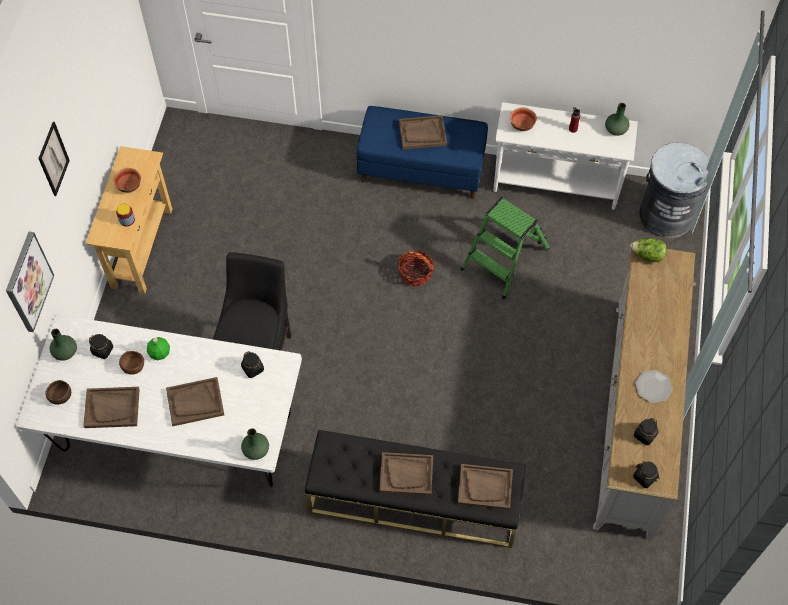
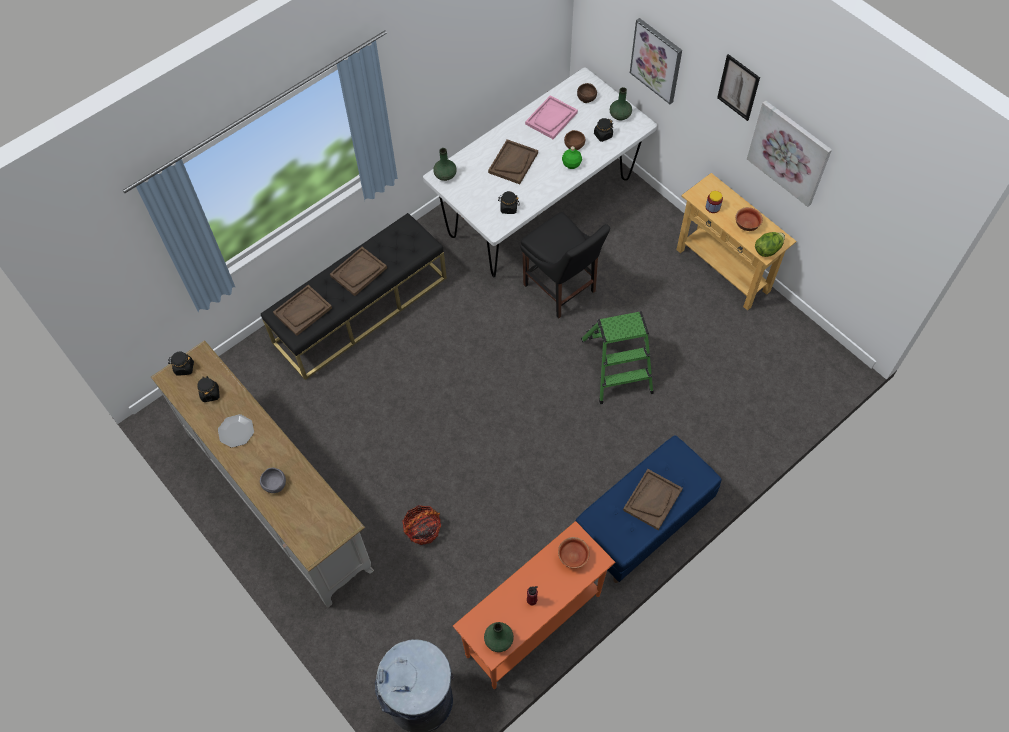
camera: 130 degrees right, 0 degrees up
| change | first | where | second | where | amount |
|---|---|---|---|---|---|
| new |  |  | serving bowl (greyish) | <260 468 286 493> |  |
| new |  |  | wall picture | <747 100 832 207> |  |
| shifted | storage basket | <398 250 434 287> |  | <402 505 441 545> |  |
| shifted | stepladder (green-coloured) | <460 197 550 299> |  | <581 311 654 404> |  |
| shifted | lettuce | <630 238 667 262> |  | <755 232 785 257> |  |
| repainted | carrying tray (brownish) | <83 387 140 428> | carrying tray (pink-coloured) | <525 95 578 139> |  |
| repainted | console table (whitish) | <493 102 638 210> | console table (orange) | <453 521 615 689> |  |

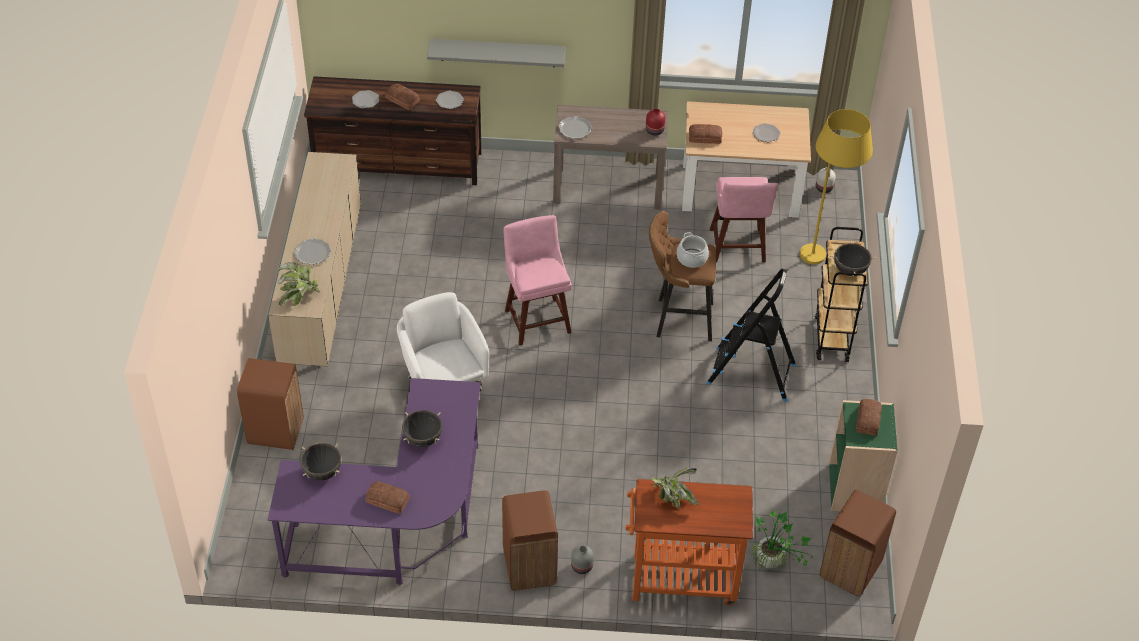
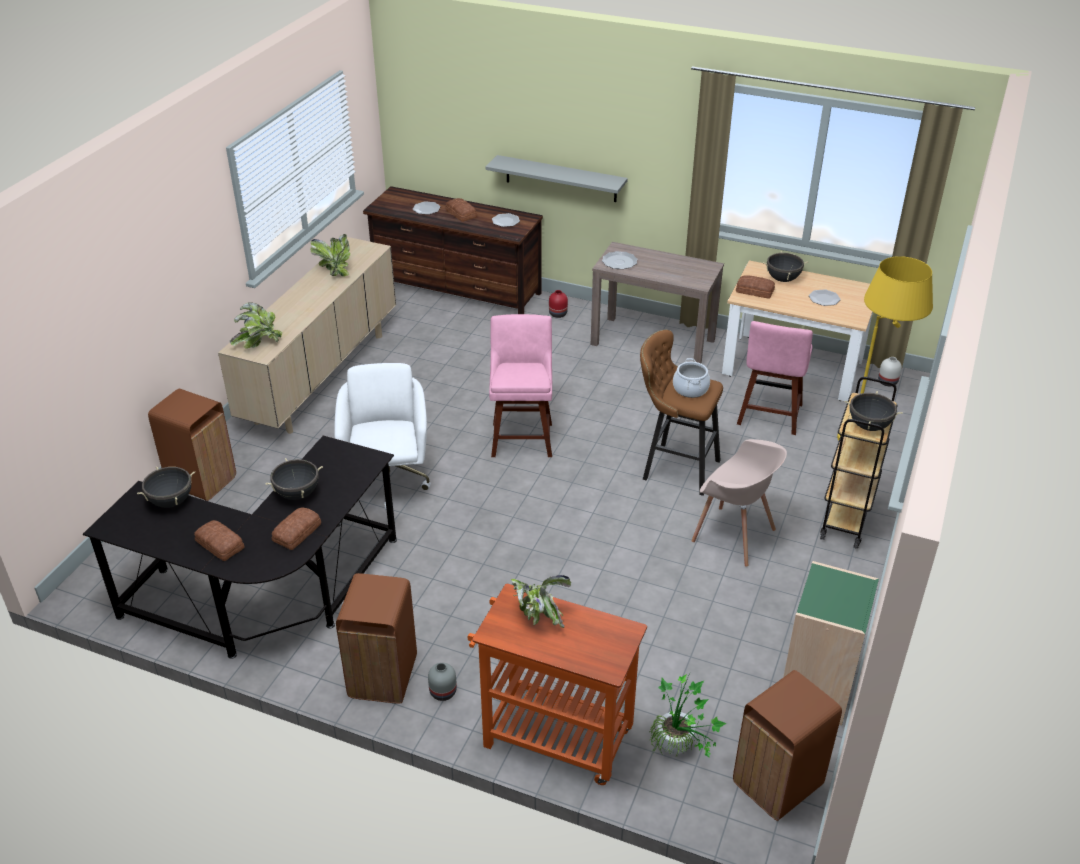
camera: 20 degrees right, 10 degrees down
| change | first | where | second | where | amount |
|---|---|---|---|---|---|
| gone | dinner plate | <294 238 331 265> |  |  |  |
| new |  |  | potted plant | <310 234 350 276> |  |
| new |  |  | saucepot (black-coloured) | <763 251 808 282> |  |
| shifted | vase (reddish) | <646 108 665 136> |  | <549 290 568 318> |  |
| shifted | baked bread | <856 399 882 436> |  | <272 507 321 550> |  |
| swapped | stepladder (black-coloured) | <706 268 796 402> | plain chair (beige-coloured) | <691 439 787 567> |  |
| repainted | desk unit (purple-coloured) | <268 378 481 585> | desk unit (black-coloured) | <83 436 397 659> |  |

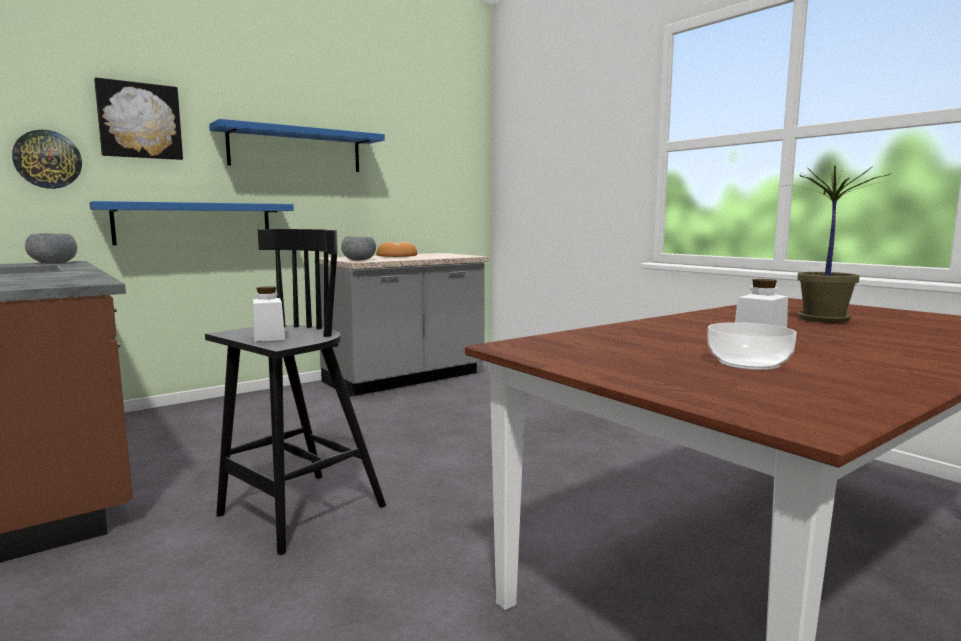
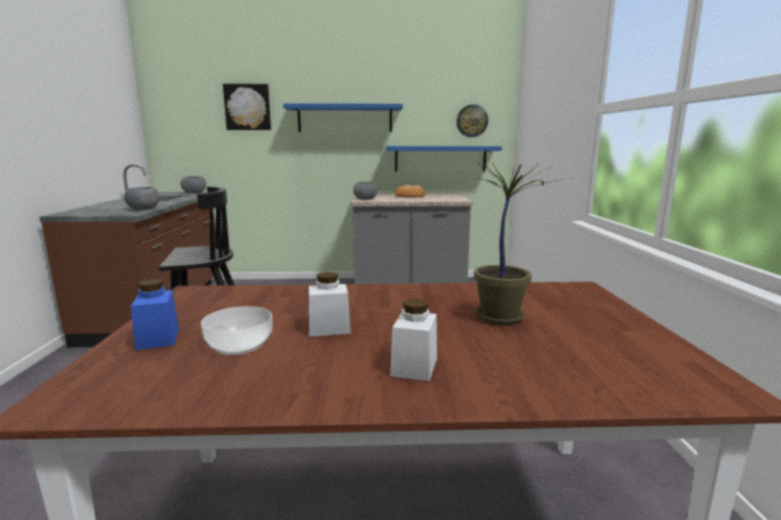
camera: 35 degrees right, 5 degrees up
| change | first | where | second | where | amount |
|---|---|---|---|---|---|
| new |  |  | serving bowl (greyish) | <124 187 160 210> |  |
| new |  |  | jar (bluish) | <131 279 179 350> |  |
| shifted | hanging clock | <12 130 82 189> |  | <456 104 488 137> |  |
| shifted | wall shelf (bluish) | <89 201 294 245> |  | <386 146 502 171> |  |
| shifted | jar (whitish) | <253 286 285 342> |  | <390 299 437 381> |  |

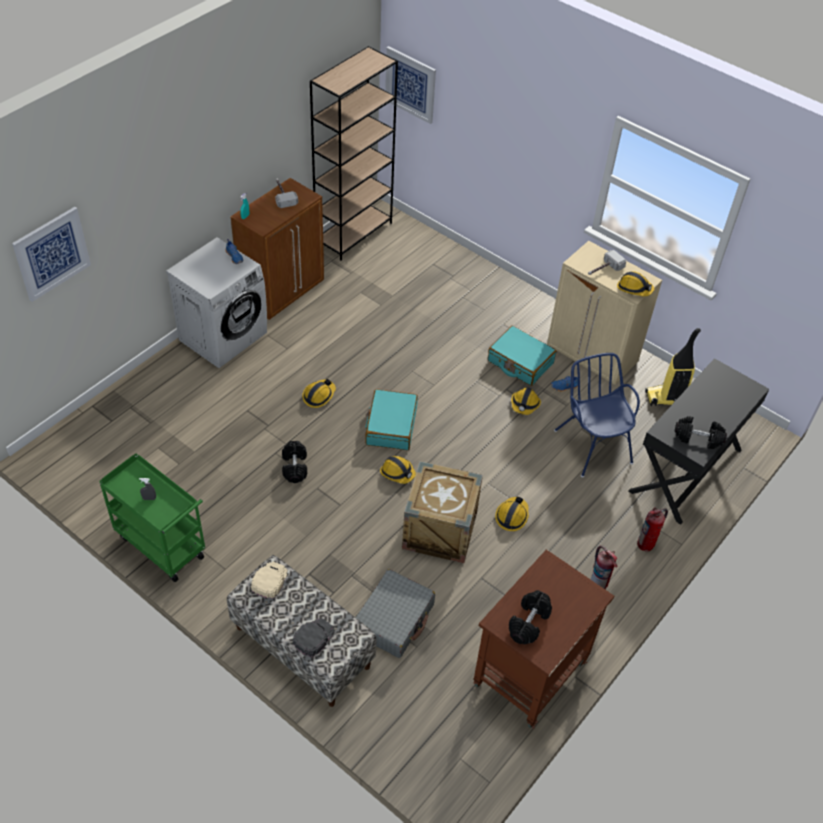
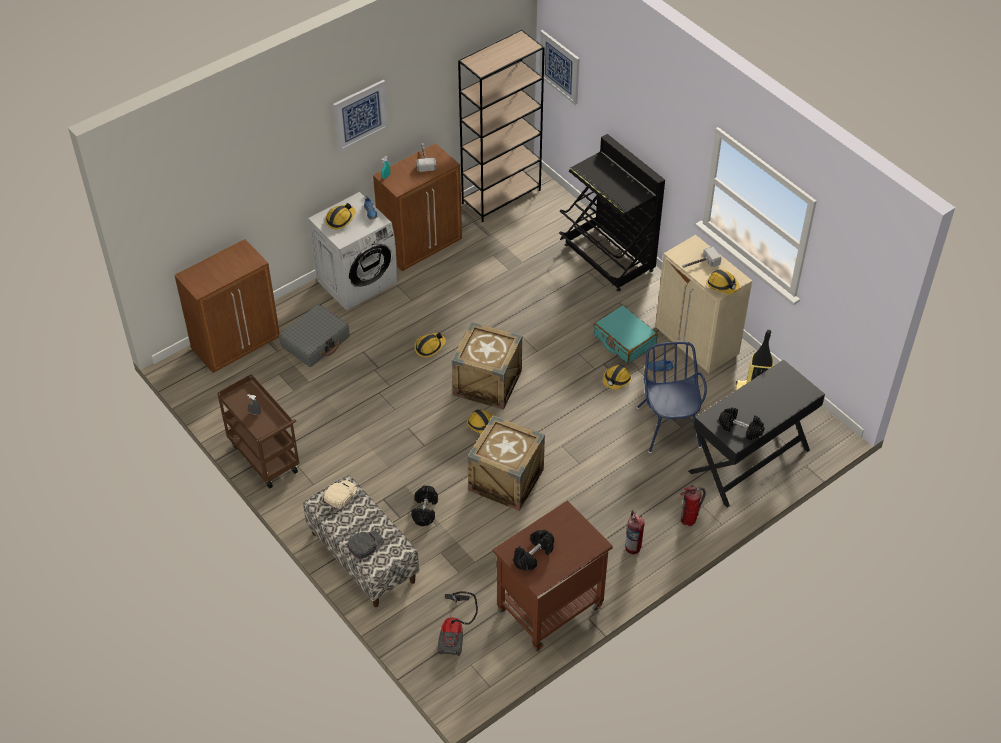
camera: 15 degrees right, 0 degrees up
| change | first | where | second | where | amount |
|---|---|---|---|---|---|
| new |  |  | cabinet (brownish) | <174 239 280 373> |  |
| new |  |  | vacuum cleaner | <437 591 478 656> |  |
| new |  |  | shoe rack (black-coloured) | <559 134 665 291> |  |
| shifted | wall picture | <12 207 91 302> |  | <333 80 389 152> |  |
| shifted | free weight (black-coloured) | <282 441 307 483> |  | <411 485 438 526> |  |
| shifted | piece of luggage (greyish) | <356 569 435 658> |  | <279 304 349 367> |  |
| shifted | work helmet | <495 497 529 531> |  | <325 203 356 229> |  |
| swapped | piece of luggage (turquoise-coloured) | <365 389 418 450> | packing crate | <452 322 522 410> |  |
| repainted | cart (green-coloured) | <99 454 205 582> | cart (brownish) | <217 374 299 488> |  |

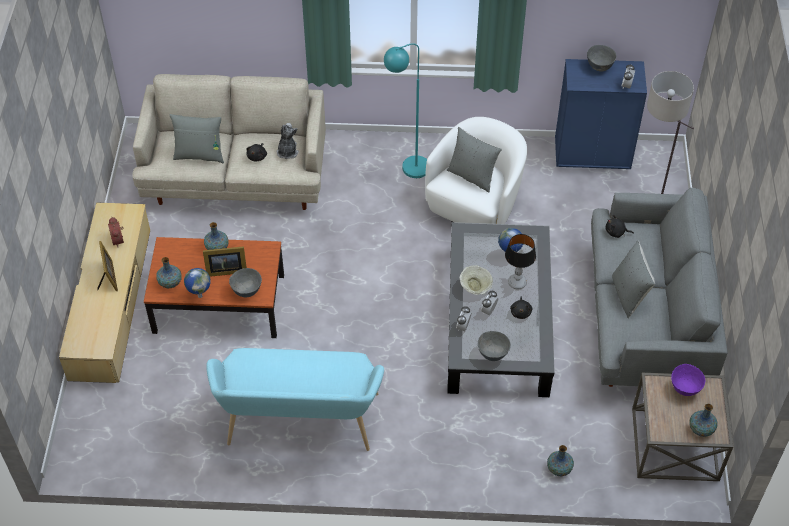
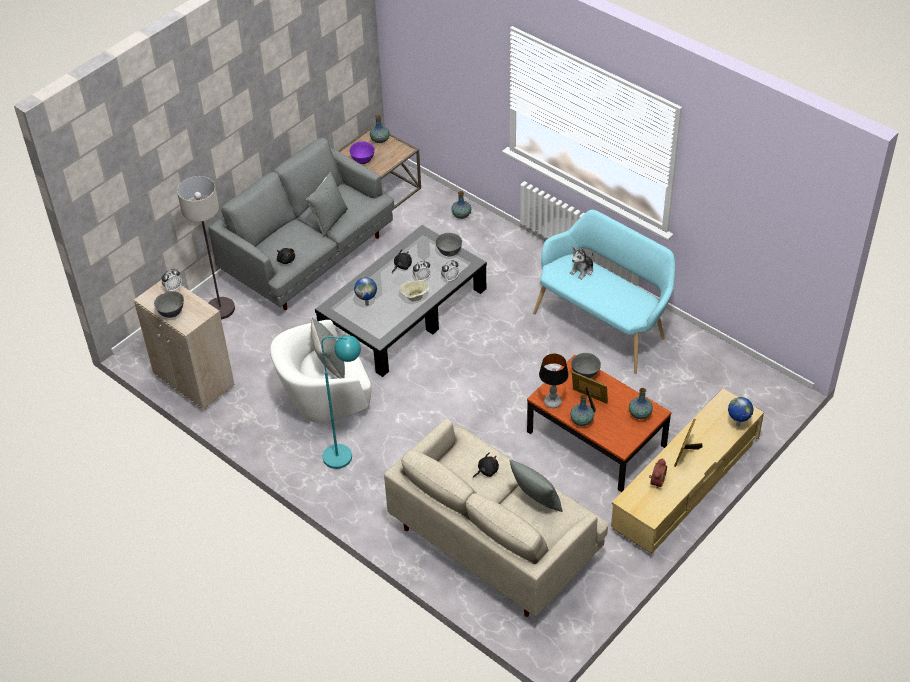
camera: 140 degrees left, 5 degrees down
| change | first | where | second | where | amount |
|---|---|---|---|---|---|
| shifted | globe | <184 268 211 298> |  | <728 397 754 426> |  |
| shifted | cuddly toy | <277 123 299 159> |  | <570 247 593 280> |  |
| shifted | tabletop lamp | <505 234 536 289> |  | <539 354 569 408> |  |
| repainted | cabinet (bluish) | <555 59 647 169> | cabinet (beige-coloured) | <134 280 235 410> |  |

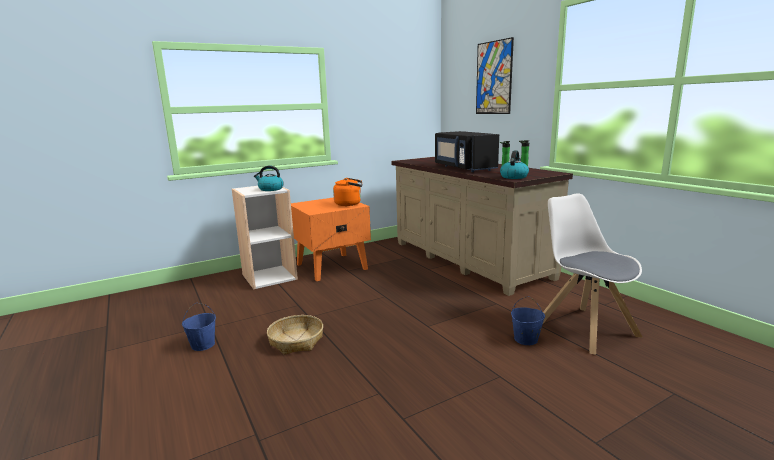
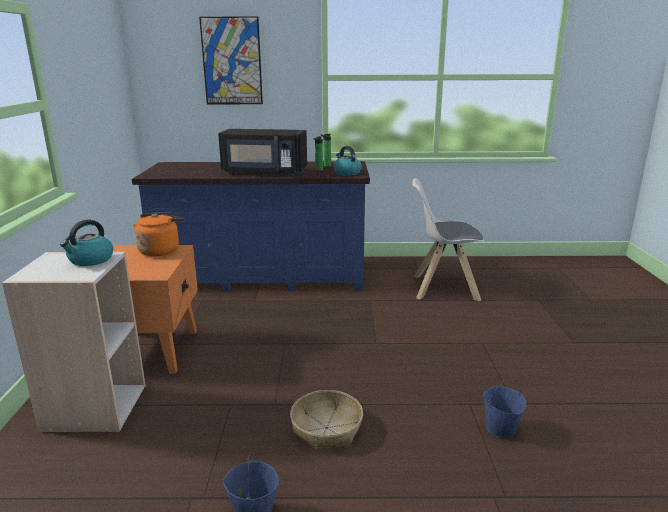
camera: 60 degrees left, 5 degrees up
| change | first | where | second | where | amount |
|---|---|---|---|---|---|
| shifted | bucket (bluish) | <511 296 545 345> |  | <483 377 527 439> |  |
| repainted | cabinet (beige-coloured) | <391 157 573 296> | cabinet (bluish) | <132 161 370 291> |  |

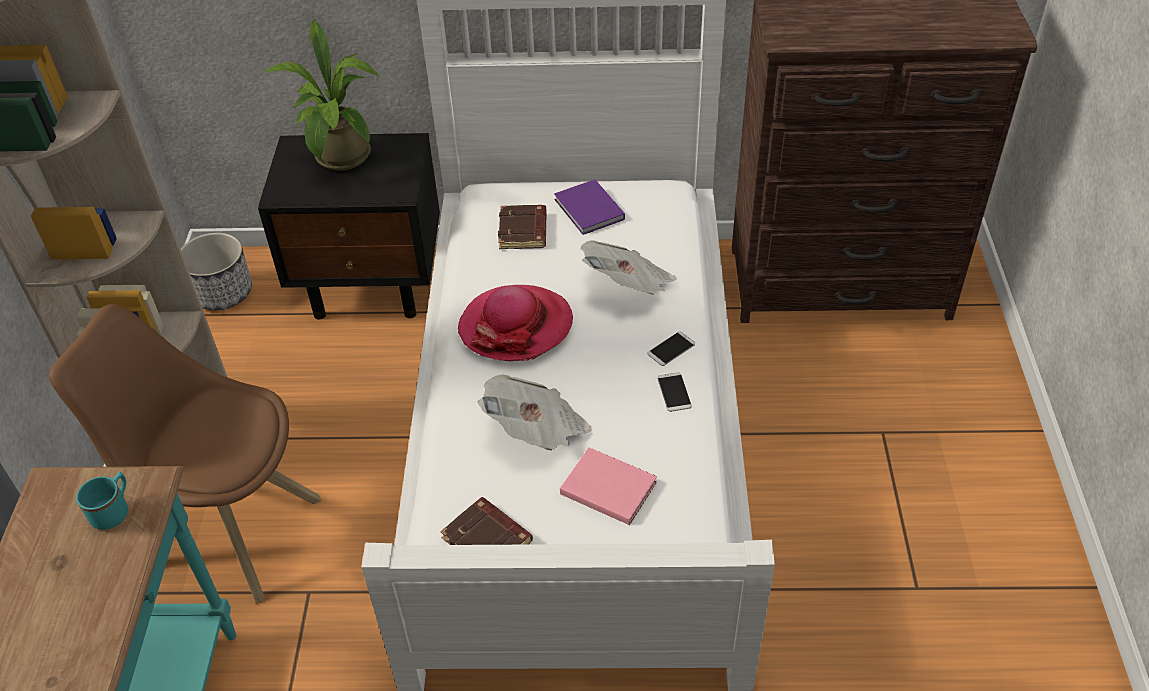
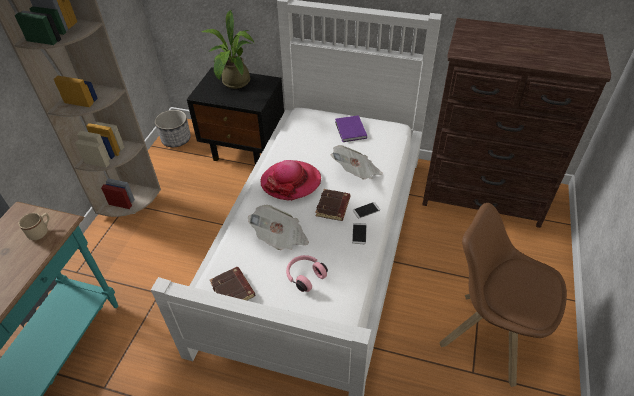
camera: 15 degrees right, 0 degrees up
| change | first | where | second | where | amount |
|---|---|---|---|---|---|
| shifted | plain chair (brownish) | <49 304 322 604> |  | <439 203 567 387> |  |
| shifted | bound book (brownish) | <498 205 547 249> |  | <315 189 350 221> |  |
| swapped | bound book (pink-coloured) | <560 447 657 525> | headphones (pink-coloured) | <286 255 328 292> |  |
| repainted | tea mug (turquoise-coloured) | <76 472 128 530> | tea mug (beige-coloured) | <19 213 50 240> |  |

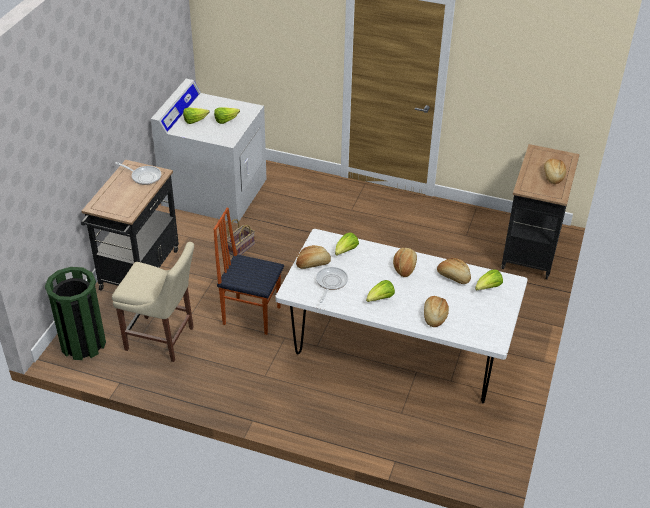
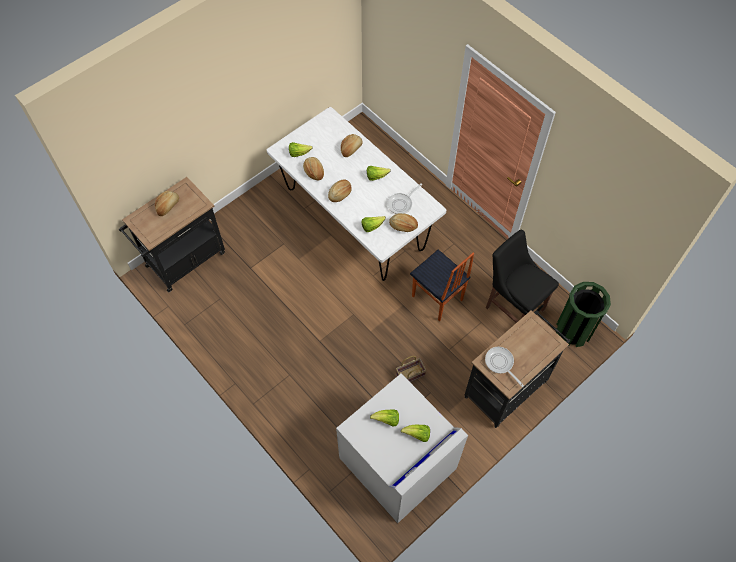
camera: 150 degrees left, 20 degrees up
| change | first | where | second | where | amount |
|---|---|---|---|---|---|
| repainted | plain chair (beige-coloured) | <112 242 194 362> | plain chair (black-coloured) | <486 230 559 323> |  |

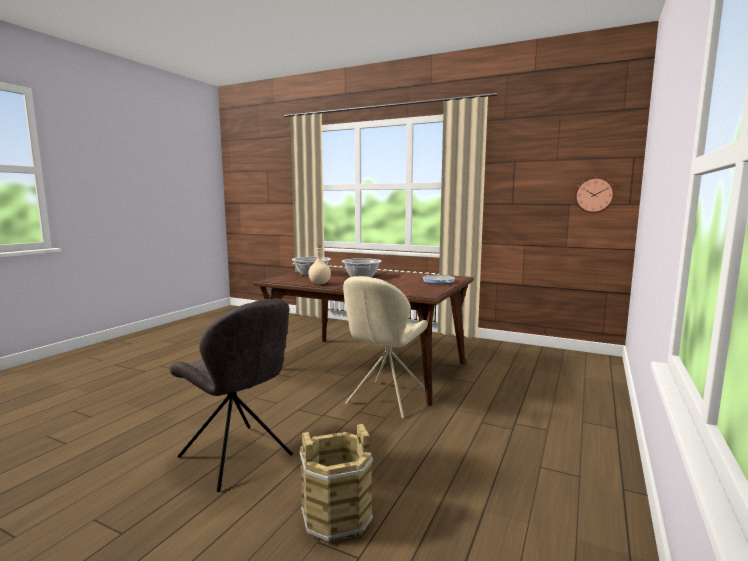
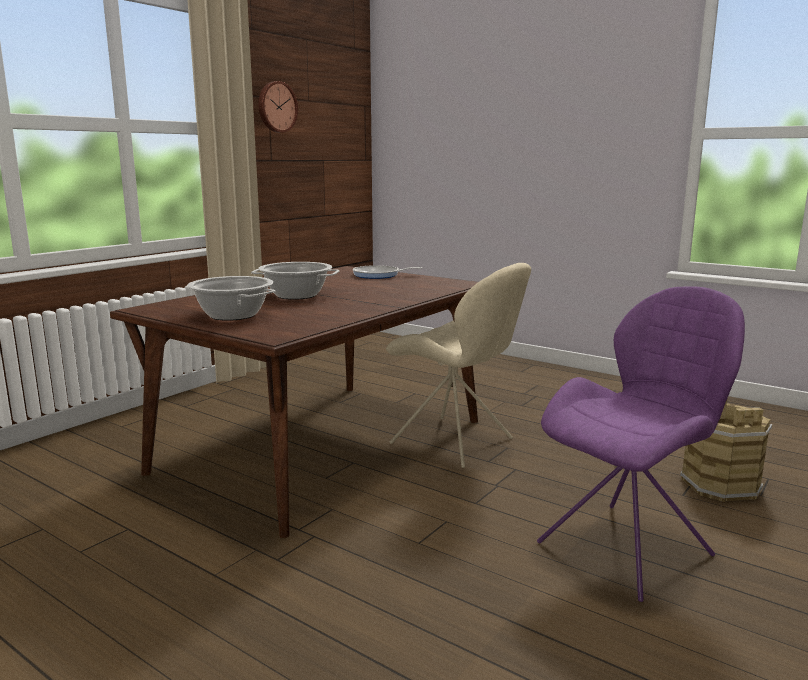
camera: 80 degrees left, 5 degrees up
| change | first | where | second | where | amount |
|---|---|---|---|---|---|
| gone | beverage bottle (beige-coloured) | <308 245 331 284> |  |  |  |
| shifted | hanging clock | <575 177 615 213> |  | <259 81 298 133> |  |
| repainted | plain chair (greyish) | <170 298 293 492> | plain chair (purple-coloured) | <537 287 745 602> |  |

